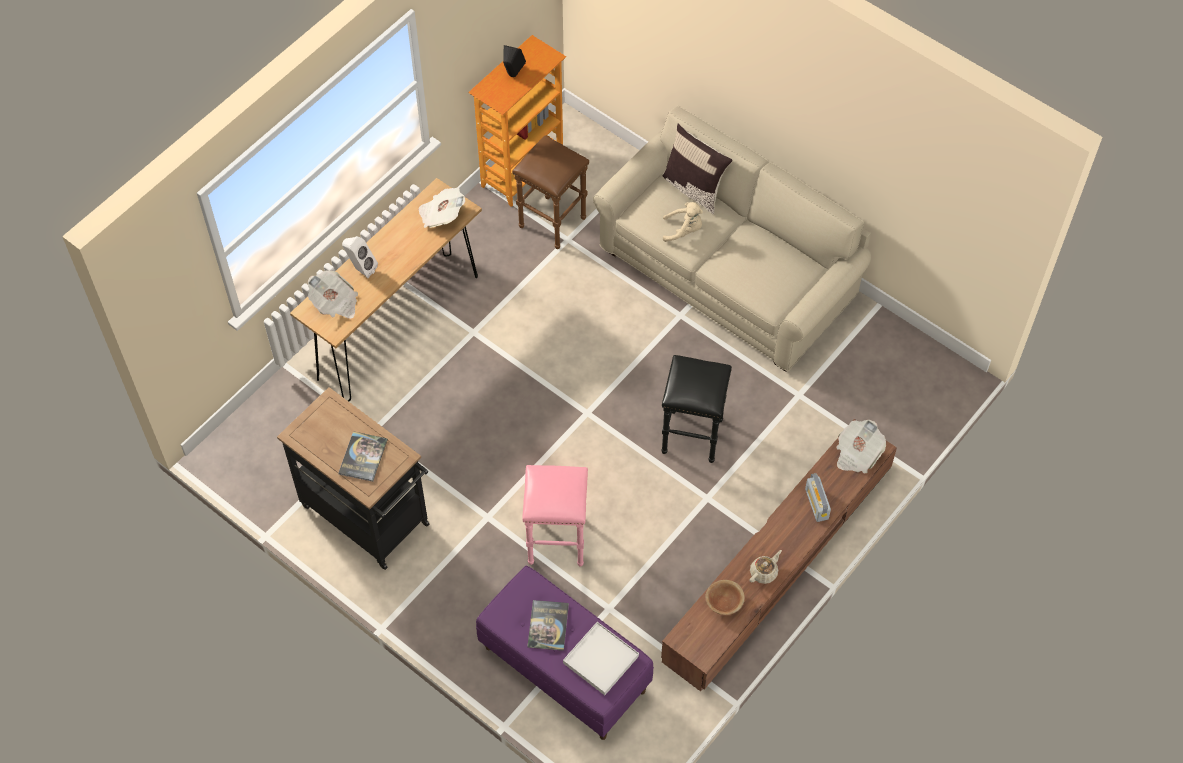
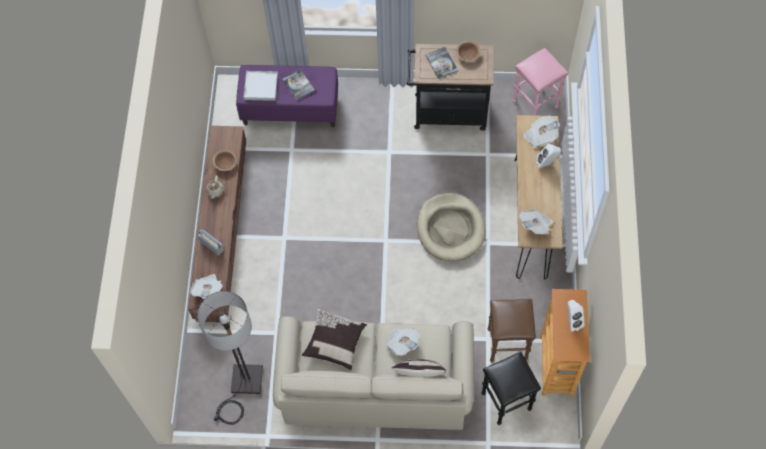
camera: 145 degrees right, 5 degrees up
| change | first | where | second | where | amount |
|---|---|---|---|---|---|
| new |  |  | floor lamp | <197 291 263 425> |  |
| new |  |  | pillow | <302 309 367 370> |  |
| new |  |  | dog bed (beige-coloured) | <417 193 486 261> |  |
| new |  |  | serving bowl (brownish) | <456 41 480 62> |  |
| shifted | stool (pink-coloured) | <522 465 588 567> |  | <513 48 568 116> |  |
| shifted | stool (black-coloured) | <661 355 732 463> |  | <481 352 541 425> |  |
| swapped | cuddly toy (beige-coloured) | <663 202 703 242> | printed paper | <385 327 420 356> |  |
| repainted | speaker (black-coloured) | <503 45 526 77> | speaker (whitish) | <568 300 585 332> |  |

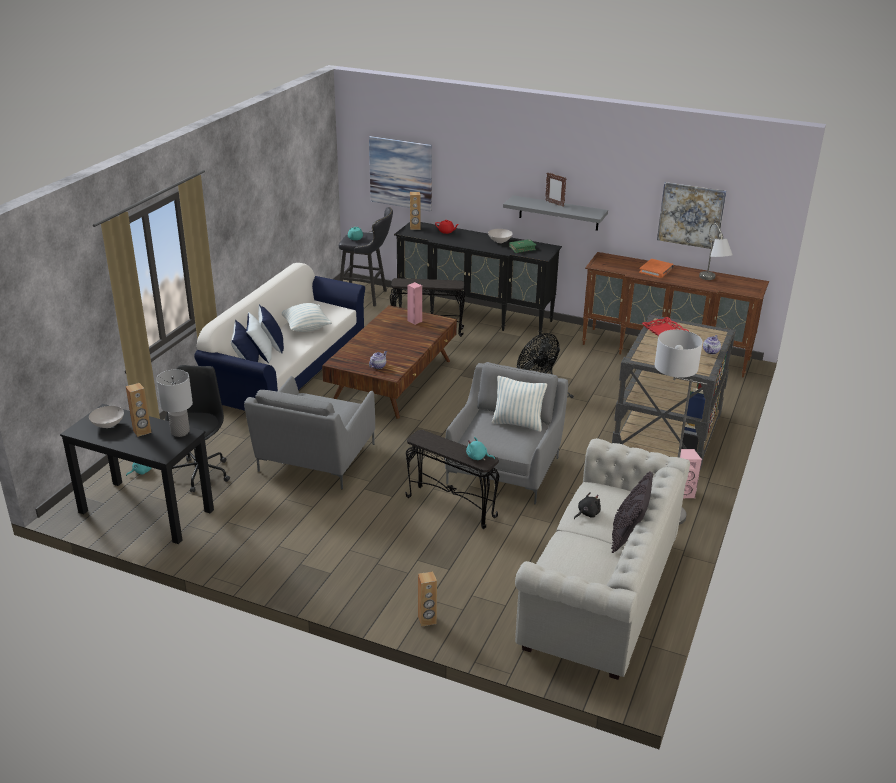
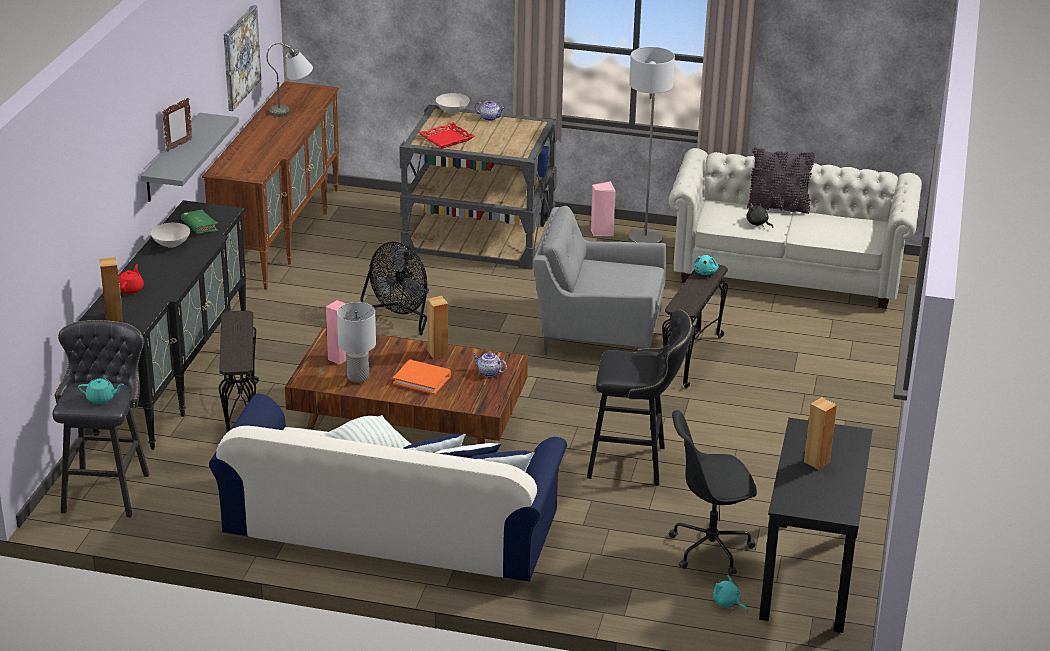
camera: 100 degrees left, 0 degrees up
| change | first | where | second | where | amount |
|---|---|---|---|---|---|
| gone | wall picture | <369 136 432 211> |  |  |  |
| gone | pillow | <492 376 547 432> |  |  |  |
| shifted | serving bowl (whitish) | <89 406 124 428> |  | <436 93 470 114> |  |
| shifted | tabletop lamp (greyish) | <156 370 193 437> |  | <337 302 376 383> |  |
| shifted | speaker (brownish) | <418 571 437 627> |  | <427 296 448 359> |  |
| shifted | bound book (orange) | <639 259 674 278> |  | <393 360 451 395> |  |
| swapped | lounge chair (greyish) | <244 376 375 489> | stool (black-coloured) | <587 310 694 485> |  |

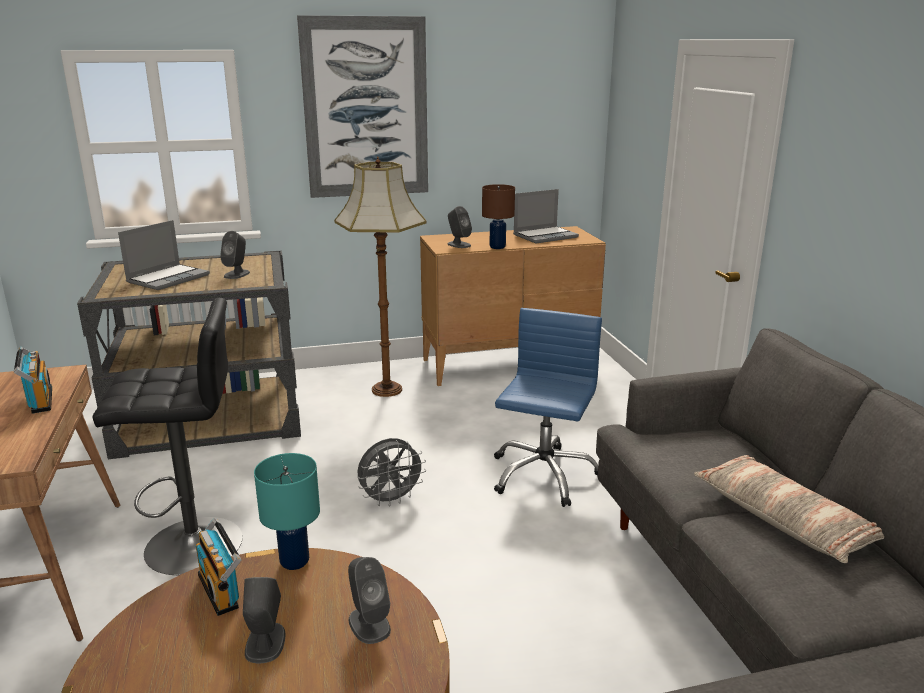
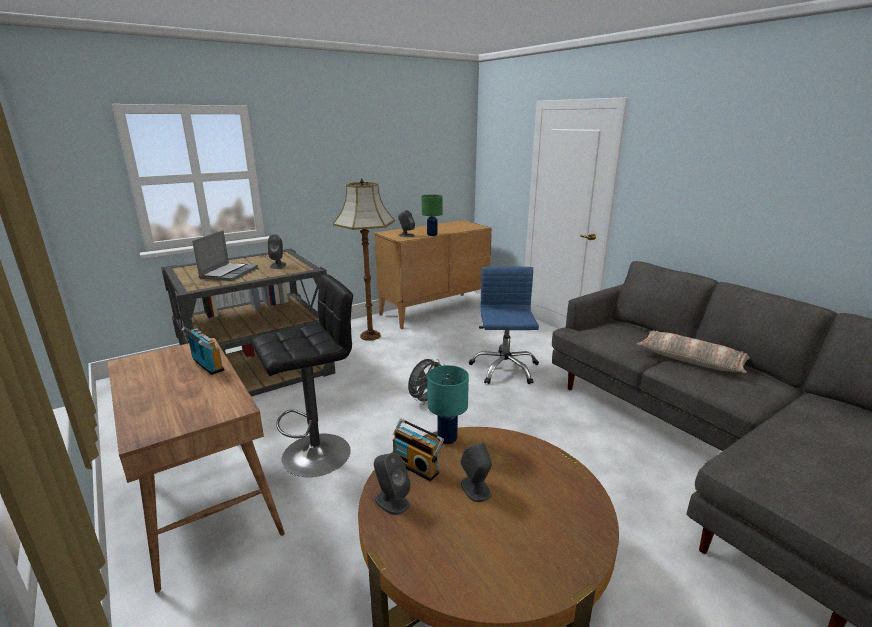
camera: 20 degrees left, 0 degrees up
| change | first | where | second | where | amount |
|---|---|---|---|---|---|
| gone | wall picture | <297 15 428 198> |  |  |  |
| gone | portable computer | <513 189 579 243> |  |  |  |
| shifted | speaker (greyish) | <348 557 391 644> |  | <374 453 411 515> |  |
| repainted | tabletop lamp (brownish) | <482 184 515 249> | tabletop lamp (green-coloured) | <422 195 443 236> |  |

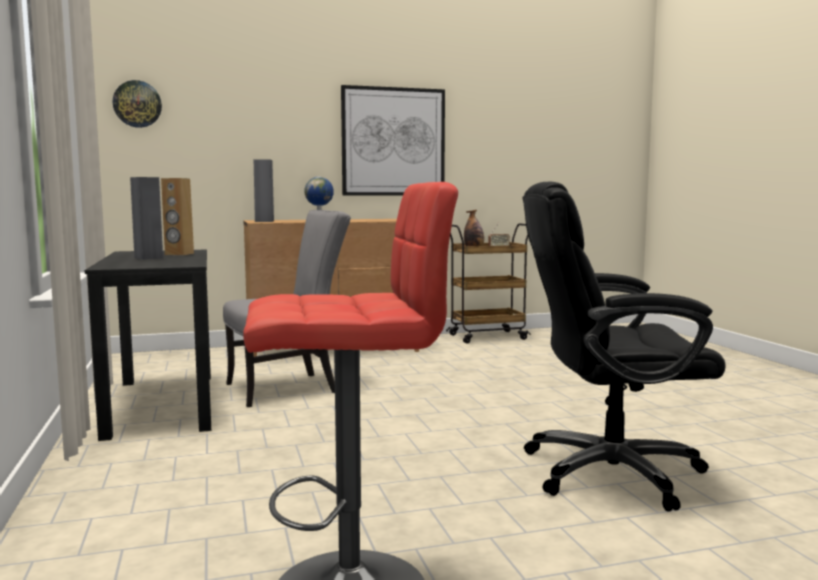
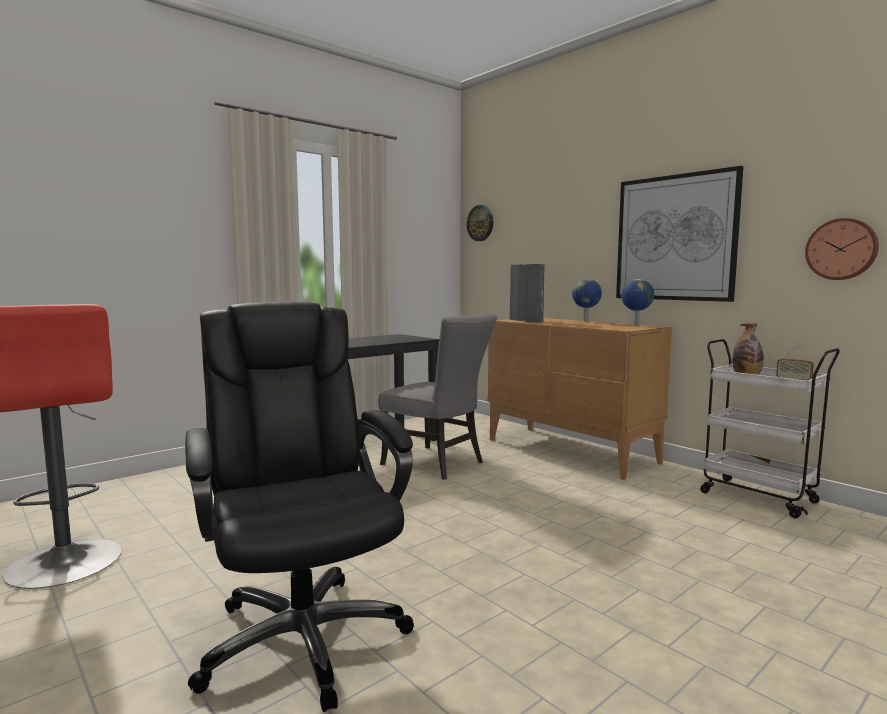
camera: 65 degrees right, 0 degrees up
| change | first | where | second | where | amount |
|---|---|---|---|---|---|
| gone | speaker (brownish) | <161 178 194 255> |  |  |  |
| new |  |  | globe | <621 279 654 326> |  |
| new |  |  | hanging clock | <805 218 879 280> |  |
| shifted | speaker (greyish) | <130 177 163 260> |  | <525 264 545 323> |  |
| repainted | cart (brownish) | <446 224 531 344> | cart (whitish) | <700 339 840 519> |  |

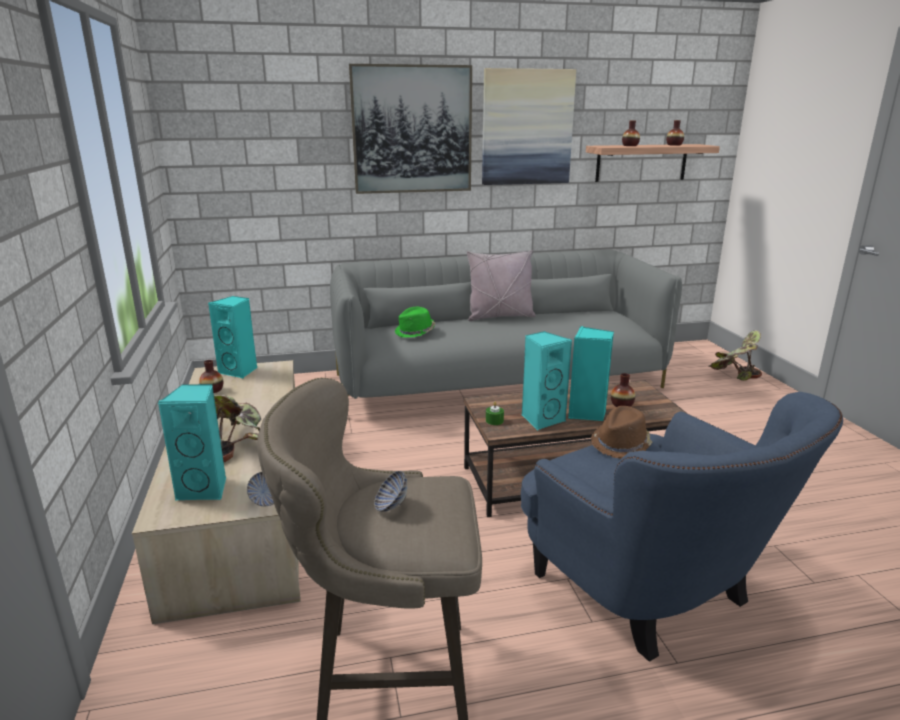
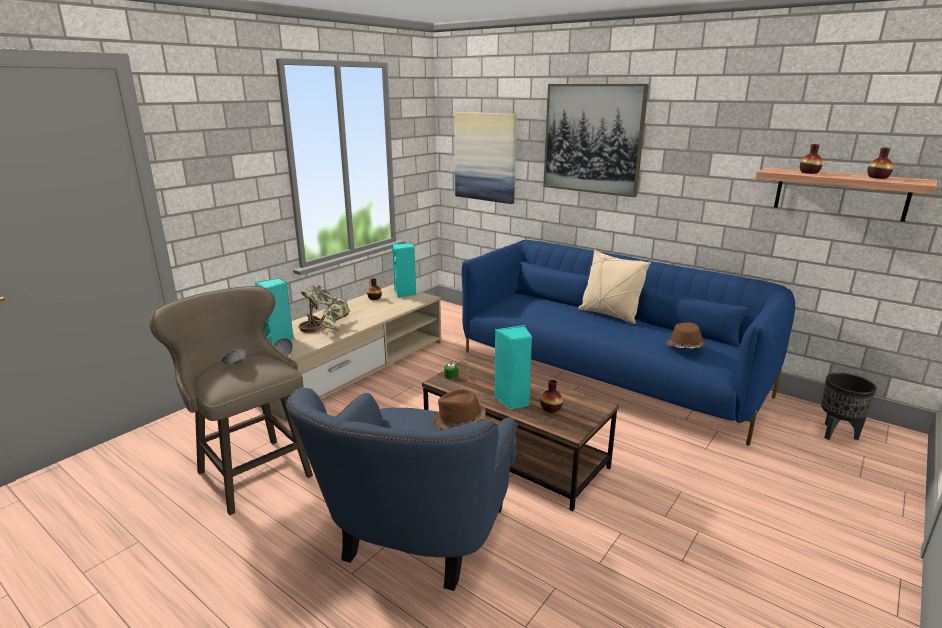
camera: 50 degrees right, 0 degrees up
| change | first | where | second | where | amount |
|---|---|---|---|---|---|
| gone | hat (green-coloured) | <395 307 435 338> |  |  |  |
| gone | speaker (turquoise-coloured) | <522 331 572 430> |  |  |  |
| gone | potted plant | <708 330 762 381> |  |  |  |
| new |  |  | hat (brownish) | <666 323 706 349> |  |
| new |  |  | planter (black-coloured) | <821 373 877 440> |  |
| shifted | wall picture | <482 68 576 185> |  | <454 112 517 204> |  |
| repainted | couch (greyish) | <330 250 682 419> | couch (bluish) | <461 240 795 446> |  |
| repainted | pillow (purple-coloured) | <467 250 536 321> | pillow (beige-coloured) | <578 250 651 324> |  |

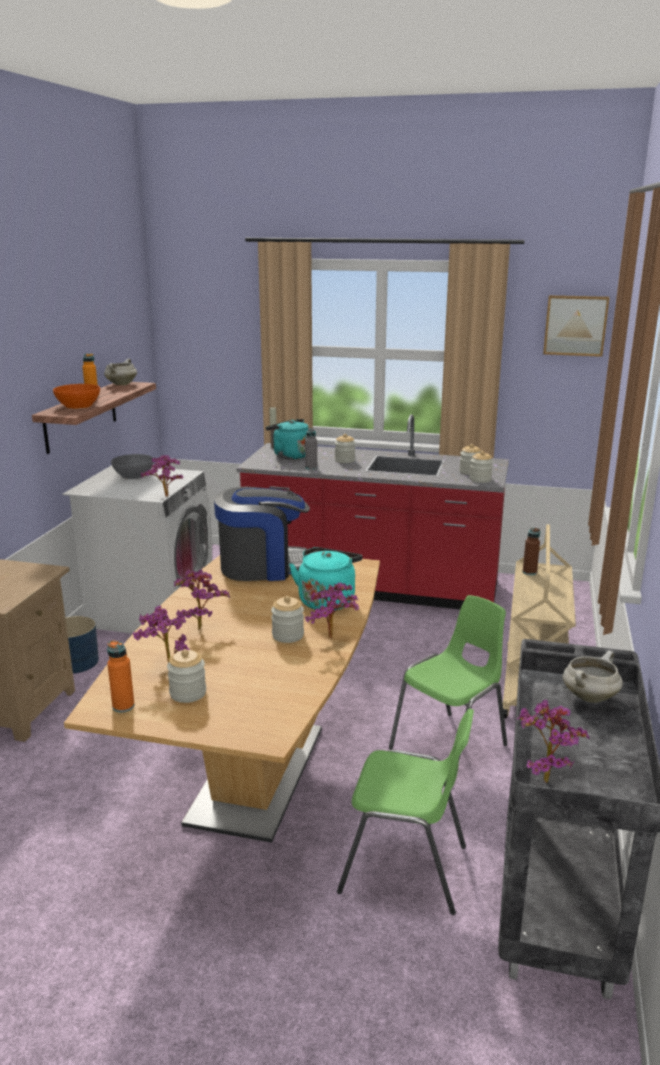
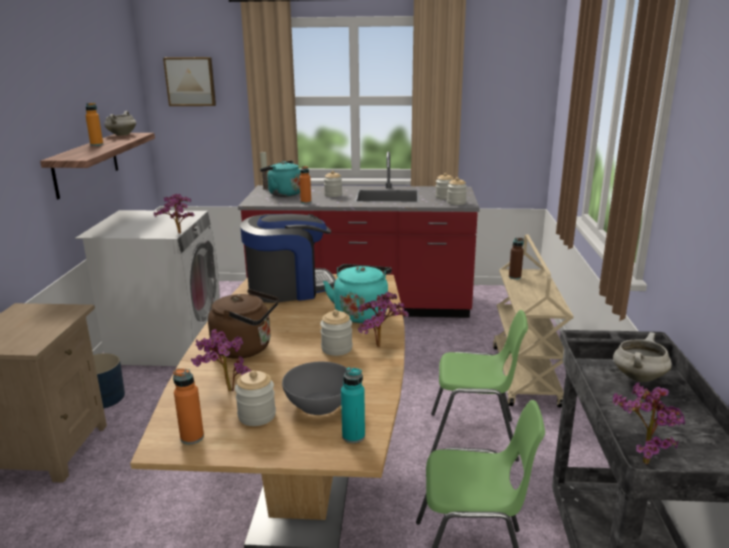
camera: 10 degrees left, 0 degrees up
| change | first | where | second | where | amount |
|---|---|---|---|---|---|
| gone | serving bowl (orange) | <53 384 100 409> |  |  |  |
| new |  |  | beverage bottle (turquoise-coloured) | <341 367 365 443> |  |
| shifted | serving bowl (greyish) | <111 454 154 479> |  | <282 362 347 415> |  |
| shifted | wall picture | <543 295 610 357> |  | <163 57 216 106> |  |
| swapped | potted plant | <174 570 230 630> | water kettle (brownish) | <208 289 279 359> |  |
| repainted | beverage bottle (greyish) | <305 428 317 470> | beverage bottle (orange) | <299 166 311 204> |  |
| rotated | plain chair (green-coloured) | <389 595 507 759> |  | <430 310 528 462> | 60 degrees clockwise |

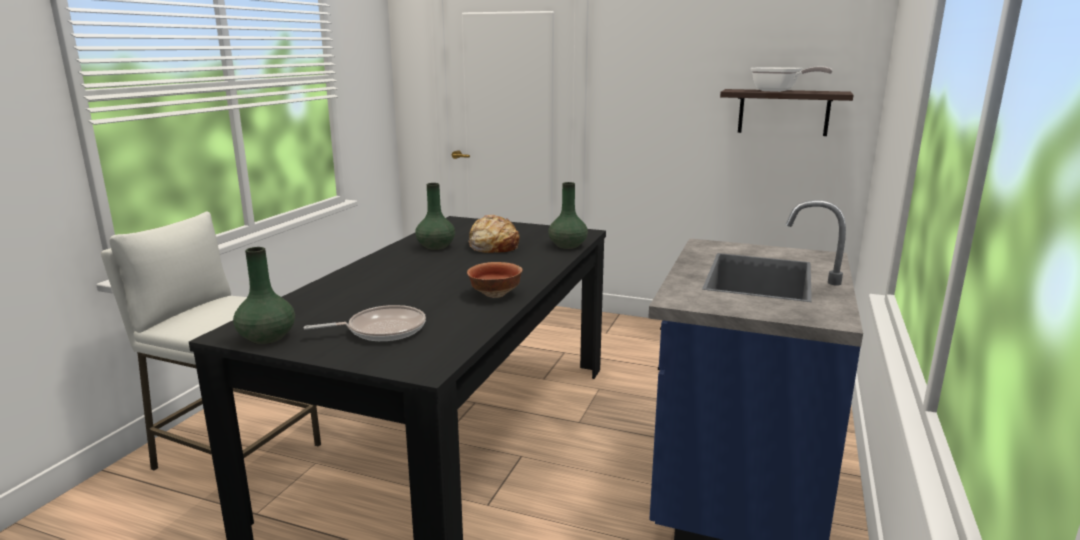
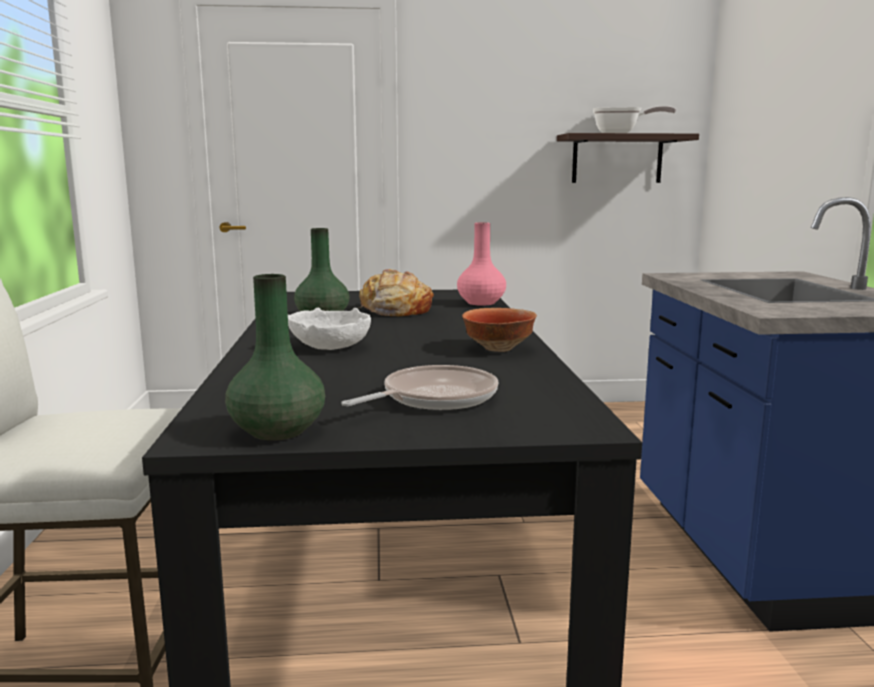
camera: 25 degrees left, 5 degrees down
| change | first | where | second | where | amount |
|---|---|---|---|---|---|
| new |  |  | serving bowl (whitish) | <288 308 371 350> |  |
| repainted | vase (green-coloured) | <548 182 588 249> | vase (pink-coloured) | <457 222 506 306> |  |

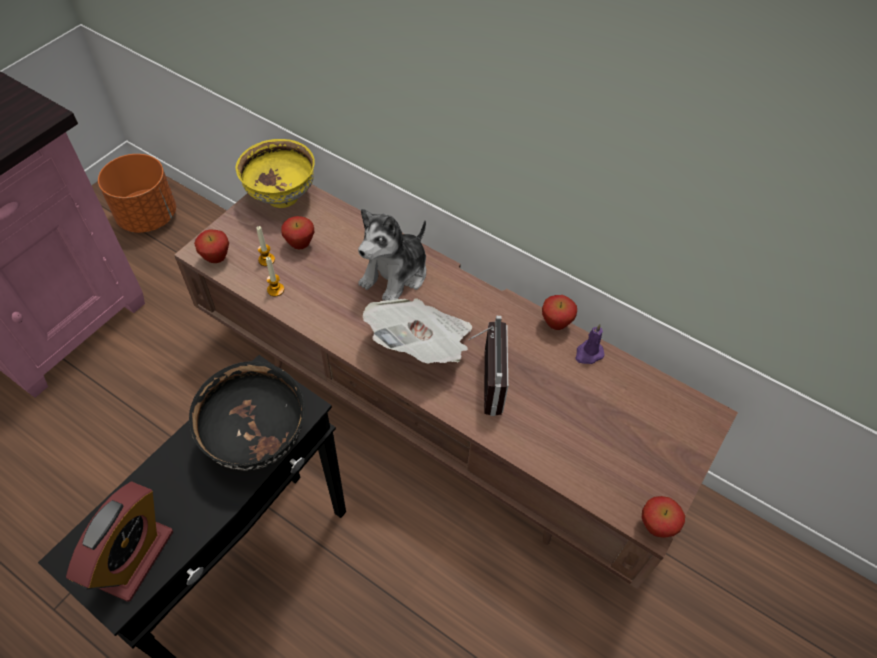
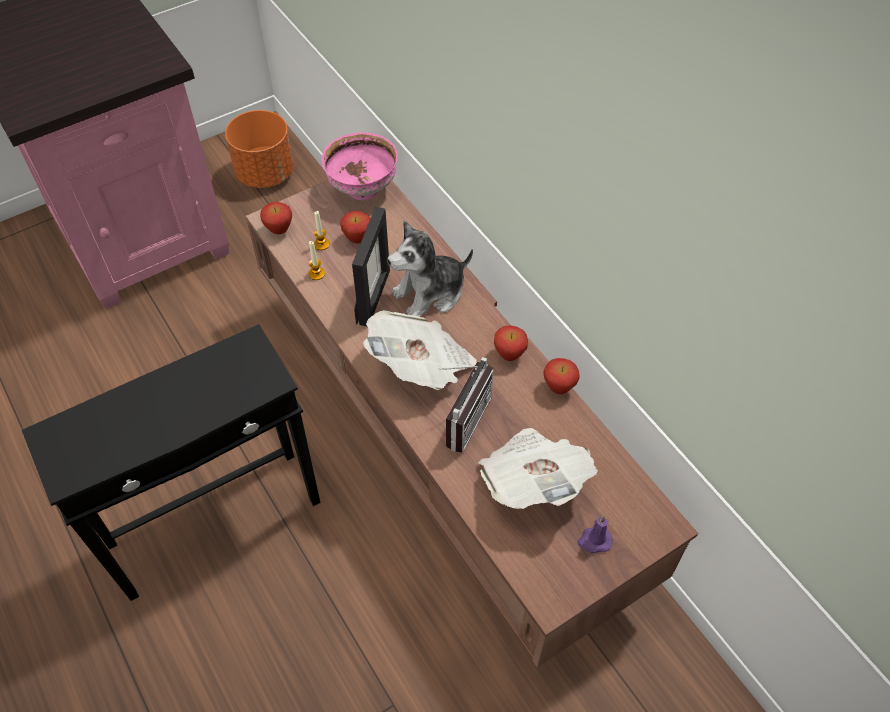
camera: 25 degrees right, 0 degrees up
| change | first | where | second | where | amount |
|---|---|---|---|---|---|
| gone | table clock | <66 481 173 602> |  |  |  |
| gone | serving bowl (black-coloured) | <189 361 304 471> |  |  |  |
| new |  |  | photo frame | <352 207 390 327> |  |
| new |  |  | printed paper | <478 428 598 509> |  |
| shifted | candle (purple-coloured) | <575 324 604 364> |  | <578 516 613 553> |  |
| shifted | apple | <642 496 685 538> |  | <494 325 528 361> |  |
| repainted | serving bowl (yellowish) | <235 139 315 208> | serving bowl (pink-coloured) | <321 132 398 200> |  |

